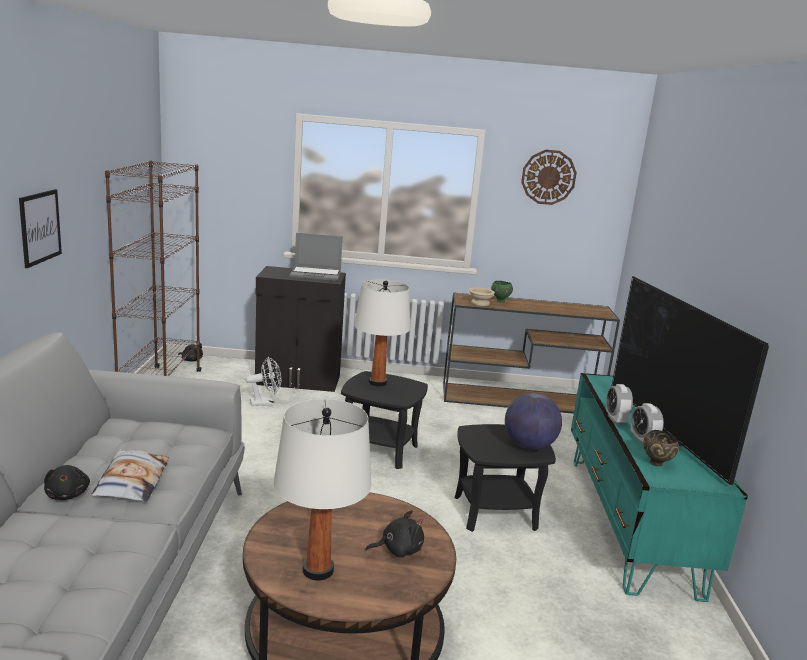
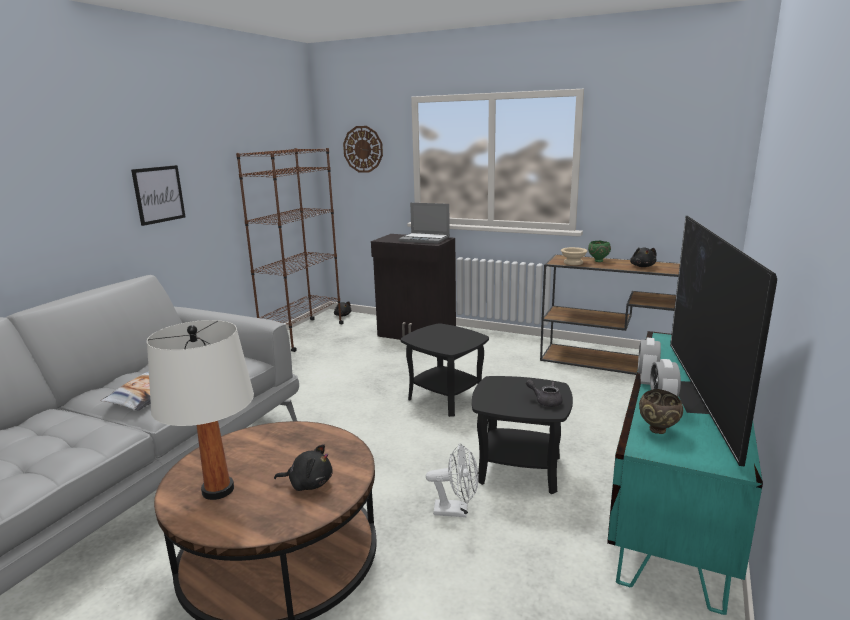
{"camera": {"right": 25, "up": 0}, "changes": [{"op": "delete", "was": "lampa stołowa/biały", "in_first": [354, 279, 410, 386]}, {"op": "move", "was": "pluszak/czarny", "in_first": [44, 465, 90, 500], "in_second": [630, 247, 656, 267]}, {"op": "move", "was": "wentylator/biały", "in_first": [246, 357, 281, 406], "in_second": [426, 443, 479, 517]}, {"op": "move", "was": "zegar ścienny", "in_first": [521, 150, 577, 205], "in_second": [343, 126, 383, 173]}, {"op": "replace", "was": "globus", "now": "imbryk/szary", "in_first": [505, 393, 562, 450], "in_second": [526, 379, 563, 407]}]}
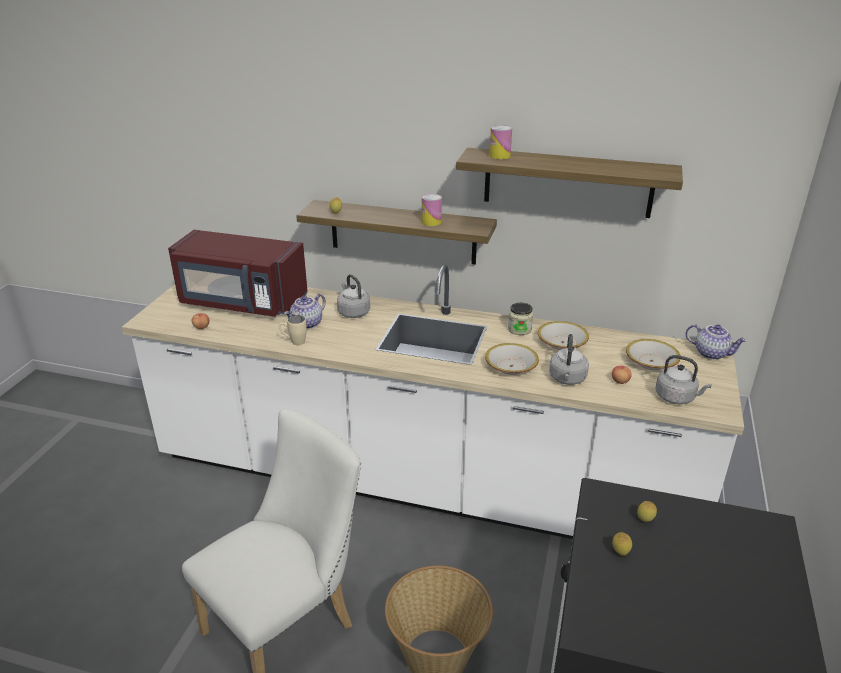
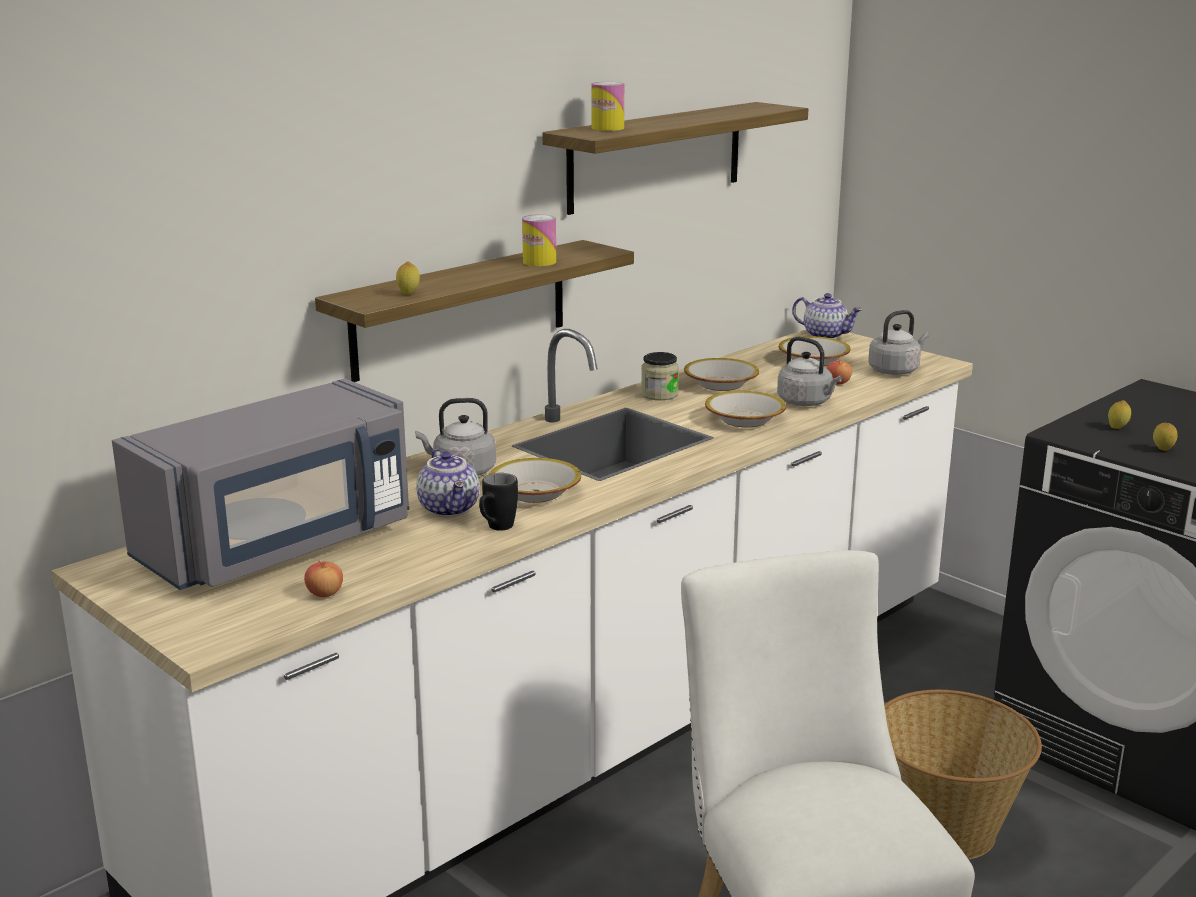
{"camera": {"right": -60, "up": -10}, "changes": [{"op": "insert", "now": "miska", "in_second": [490, 458, 581, 503]}, {"op": "recolor", "was": "mikrofalówka/czerwony", "now": "mikrofalówka/szary", "in_first": [168, 230, 308, 317], "in_second": [112, 379, 409, 590]}, {"op": "recolor", "was": "kubek/beżowy", "now": "kubek/czarny", "in_first": [279, 315, 307, 345], "in_second": [479, 473, 518, 531]}, {"op": "rotate", "was": "imbryk", "in_first": [686, 324, 747, 360], "in_second": [792, 293, 862, 339], "clockwise": 60}]}
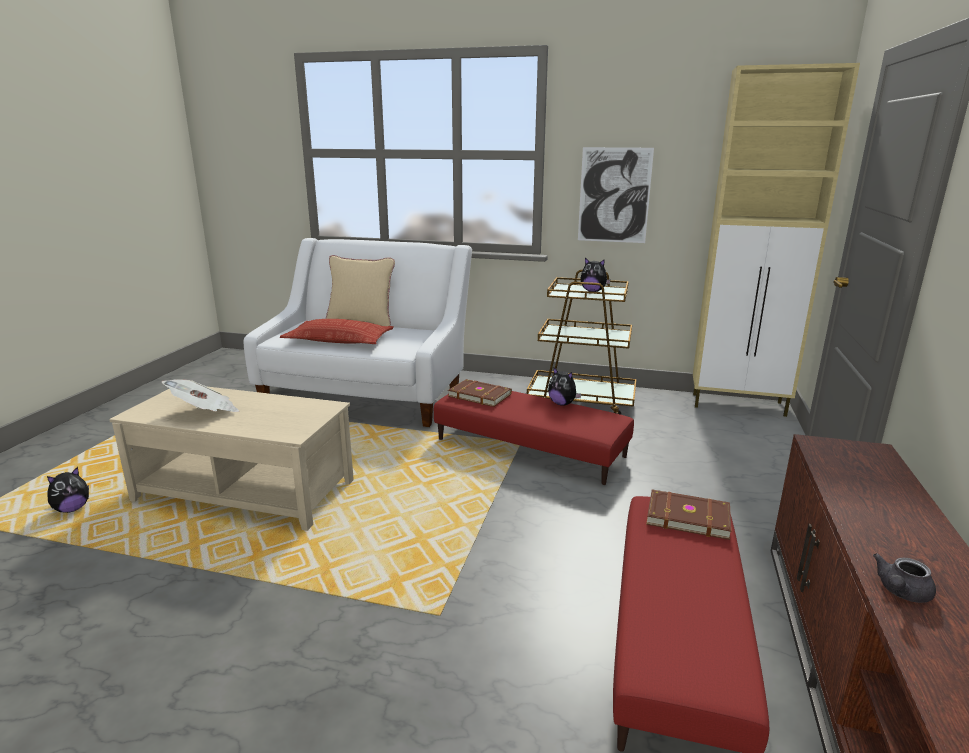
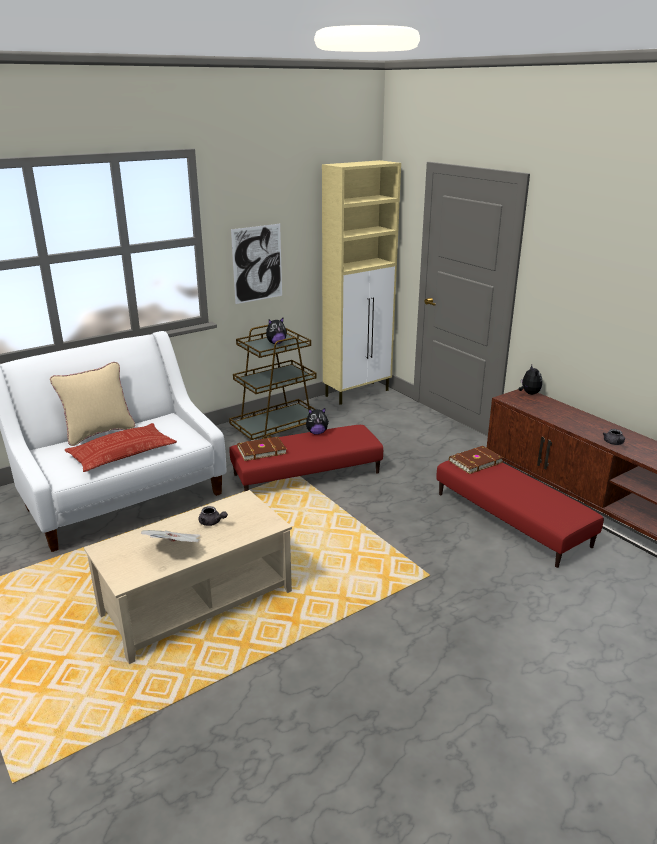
{"camera": {"right": -50, "up": 5}, "changes": [{"op": "insert", "now": "imbryk/szary", "in_second": [198, 506, 228, 526]}, {"op": "move", "was": "pluszak", "in_first": [47, 467, 89, 513], "in_second": [519, 365, 542, 395]}]}
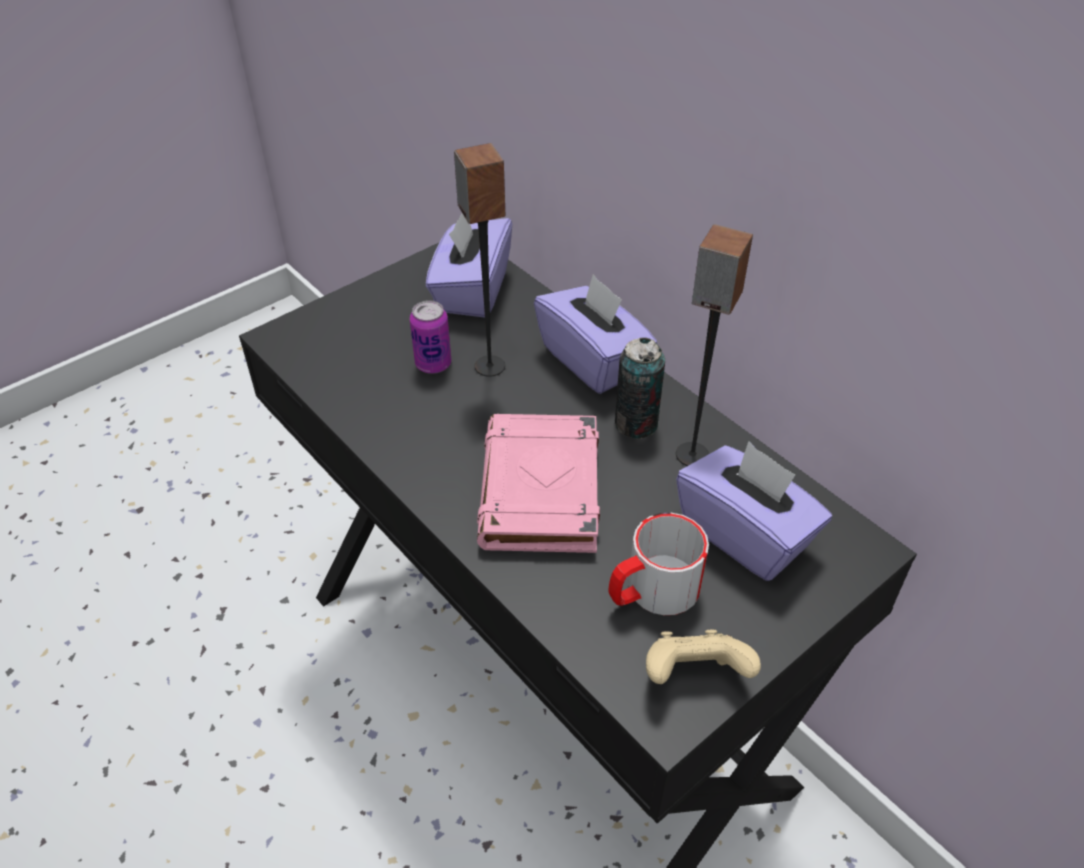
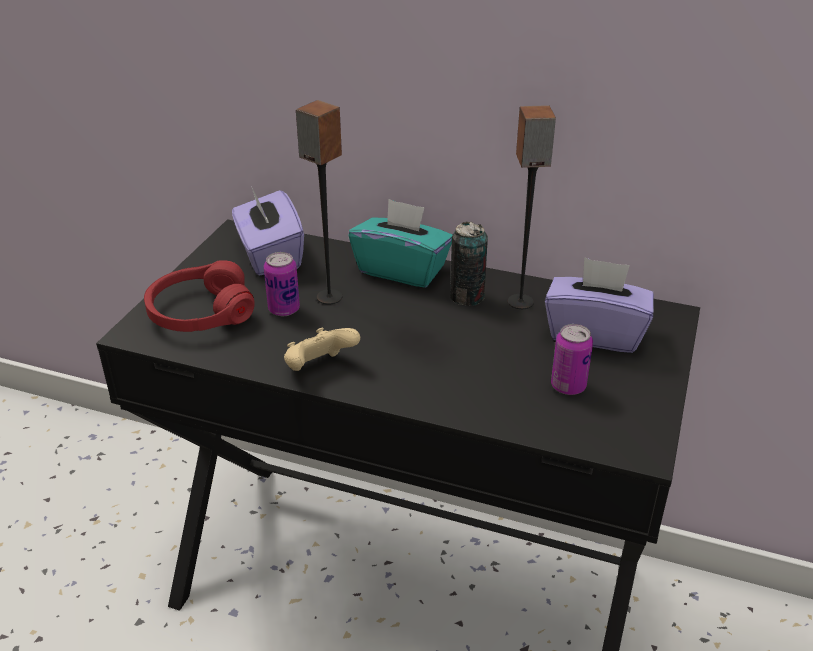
{"camera": {"right": -30, "up": -10}, "changes": [{"op": "delete", "was": "książka/różowy", "in_first": [477, 414, 600, 553]}, {"op": "insert", "now": "słuchawki/czerwony", "in_second": [144, 260, 255, 332]}, {"op": "move", "was": "pad do gier/beżowy", "in_first": [646, 629, 761, 684], "in_second": [284, 328, 360, 371]}, {"op": "replace", "was": "kubek", "now": "puszka", "in_first": [609, 513, 709, 615], "in_second": [551, 324, 593, 395]}, {"op": "recolor", "was": "pudełko chusteczek/fioletowy", "now": "pudełko chusteczek/turkusowy", "in_first": [534, 274, 658, 394], "in_second": [349, 199, 452, 288]}]}
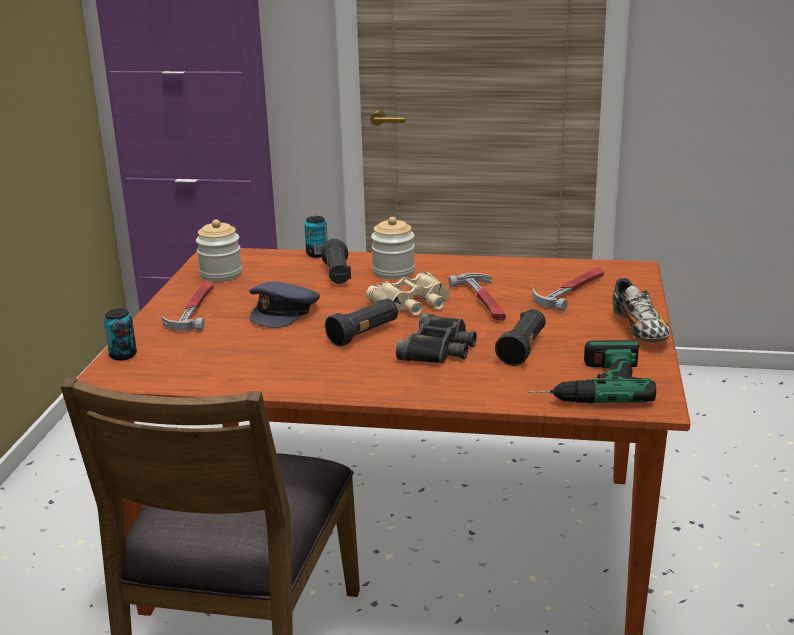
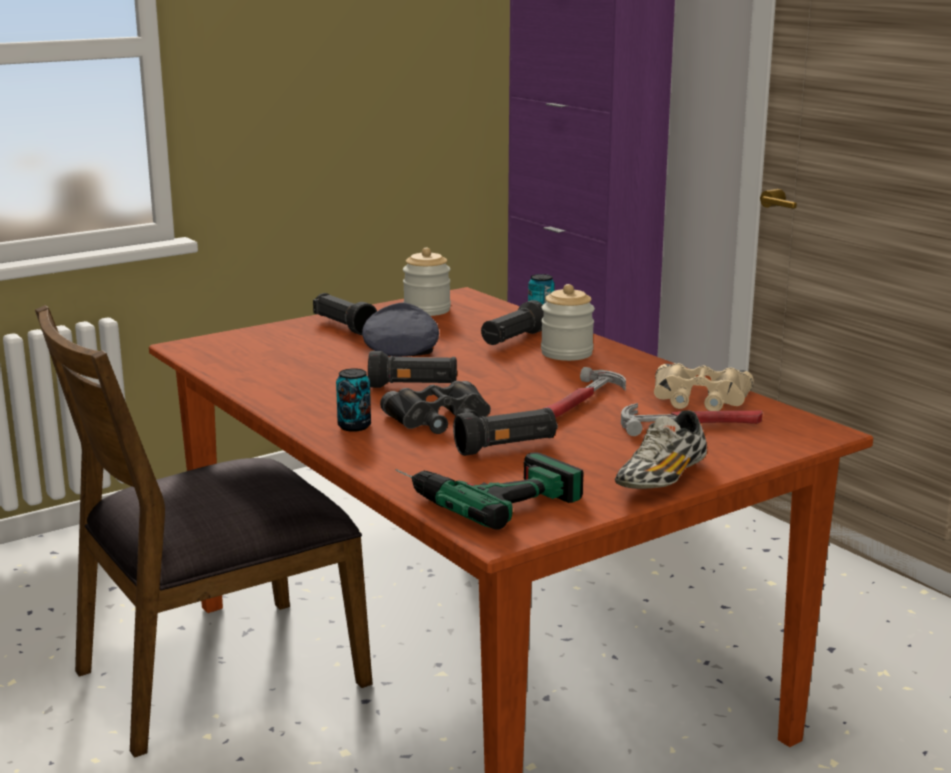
{"camera": {"right": 45, "up": -5}, "changes": [{"op": "move", "was": "puszka", "in_first": [104, 309, 137, 361], "in_second": [336, 368, 371, 432]}, {"op": "move", "was": "lornetka/beżowy", "in_first": [366, 272, 450, 316], "in_second": [654, 363, 754, 411]}, {"op": "replace", "was": "młotek", "now": "latarka/czarny", "in_first": [162, 281, 214, 331], "in_second": [313, 293, 377, 335]}, {"op": "rotate", "was": "czapka z daszkiem/szary", "in_first": [249, 281, 320, 328], "in_second": [362, 302, 439, 357], "clockwise": 105}]}
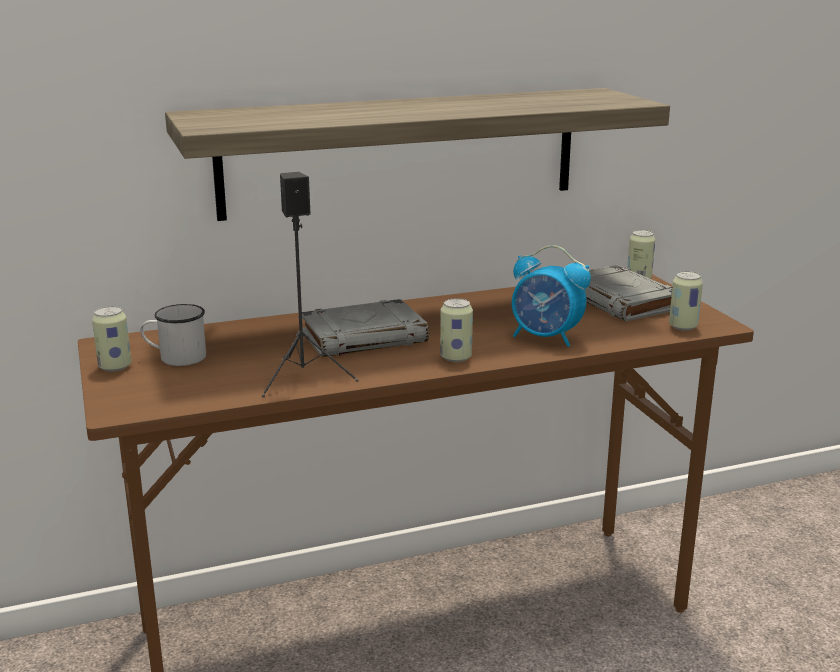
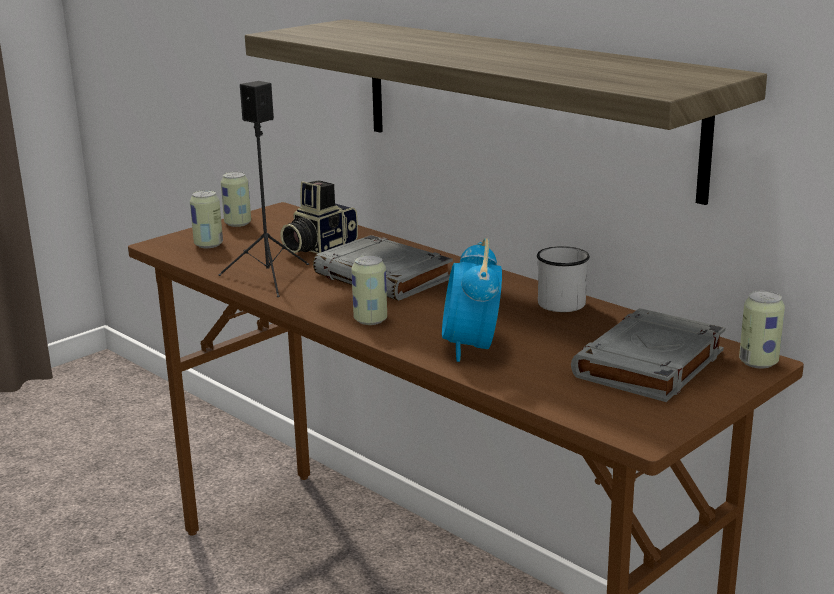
{"camera": {"right": 65, "up": 0}, "changes": [{"op": "insert", "now": "aparat fotograficzny", "in_second": [280, 180, 358, 254]}, {"op": "move", "was": "kubek/biały", "in_first": [140, 304, 206, 366], "in_second": [537, 246, 590, 312]}, {"op": "move", "was": "puszka", "in_first": [669, 271, 703, 331], "in_second": [190, 190, 223, 248]}]}
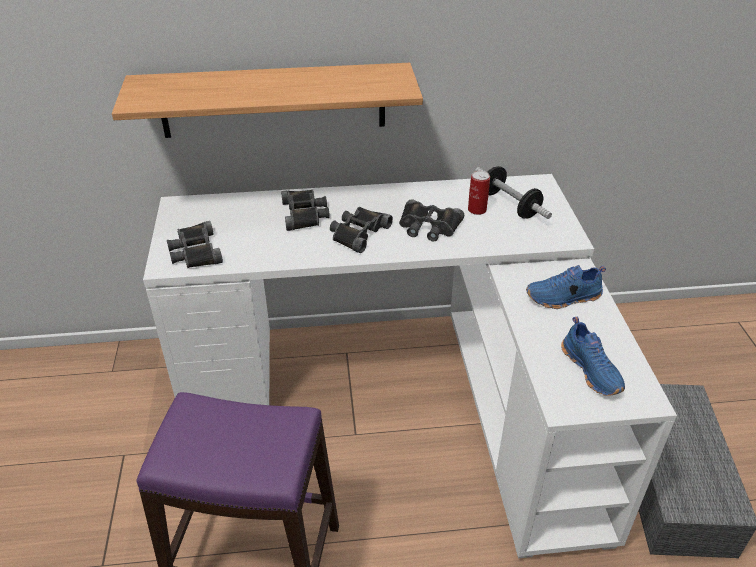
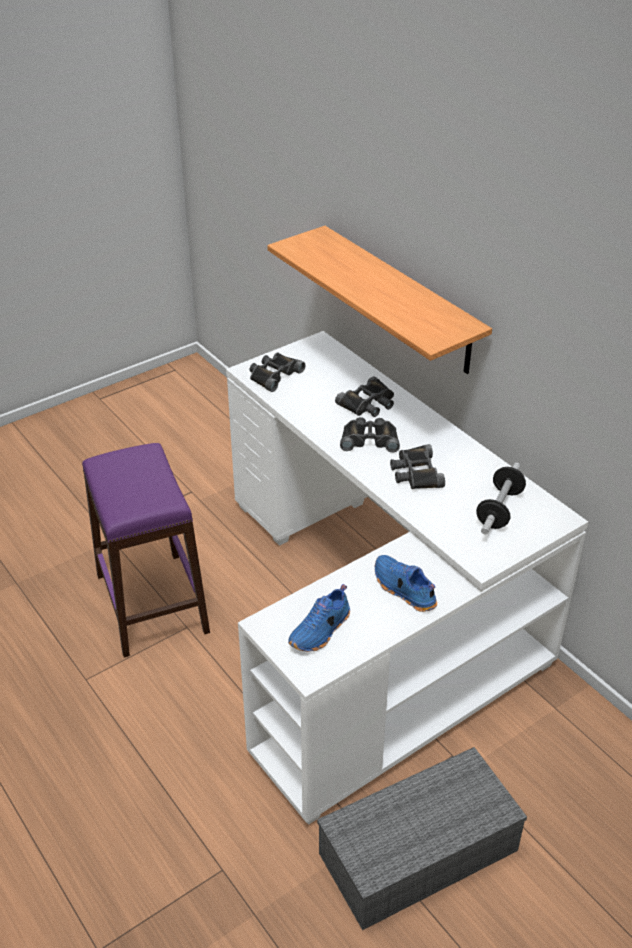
{"camera": {"right": 60, "up": 0}, "changes": [{"op": "delete", "was": "puszka", "in_first": [468, 171, 490, 215]}]}
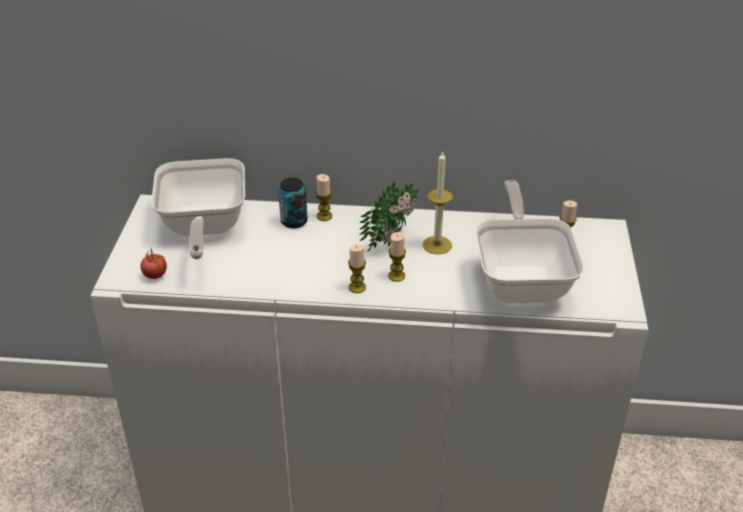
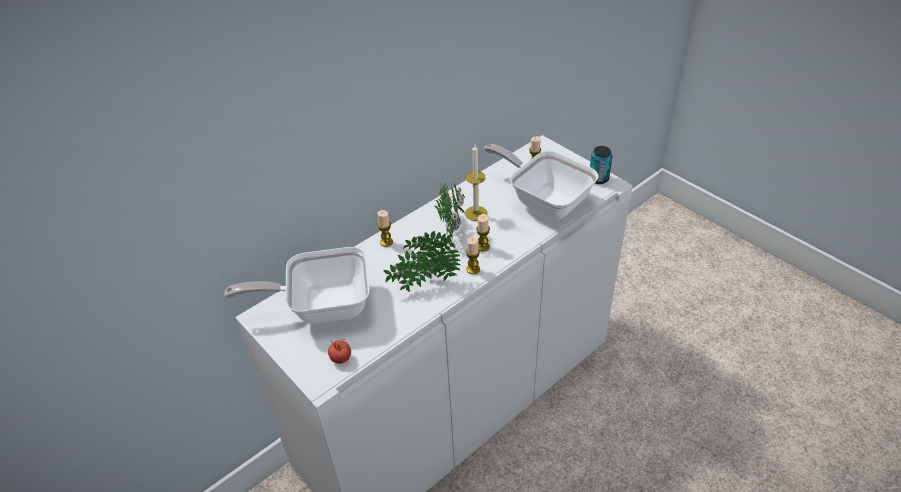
{"camera": {"right": -45, "up": 5}, "changes": [{"op": "insert", "now": "roślina doniczkowa", "in_second": [383, 231, 460, 292]}, {"op": "move", "was": "puszka", "in_first": [278, 178, 308, 229], "in_second": [590, 146, 613, 184]}, {"op": "rotate", "was": "patelnia", "in_first": [151, 158, 245, 260], "in_second": [224, 247, 370, 324], "clockwise": 135}]}
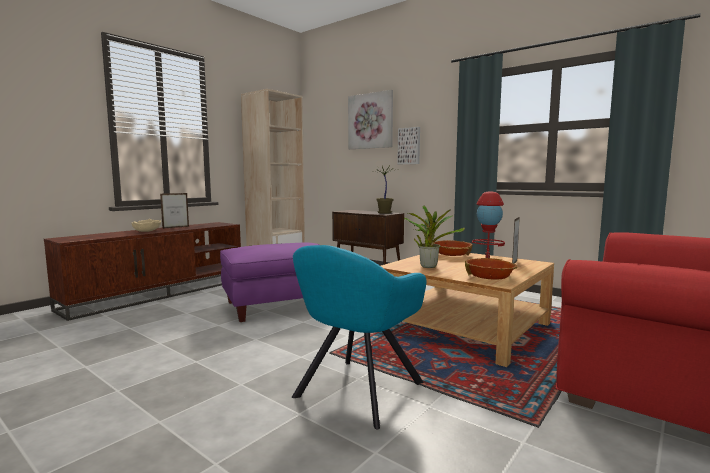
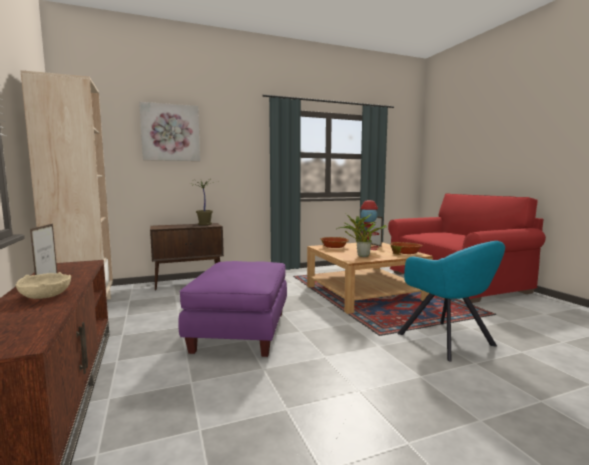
{"camera": {"right": -60, "up": 0}, "changes": [{"op": "delete", "was": "obraz", "in_first": [397, 127, 420, 164]}]}
